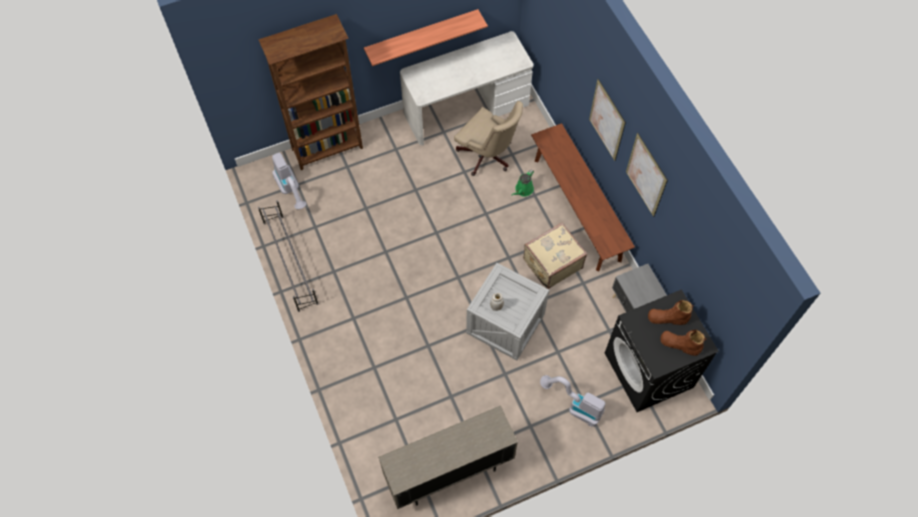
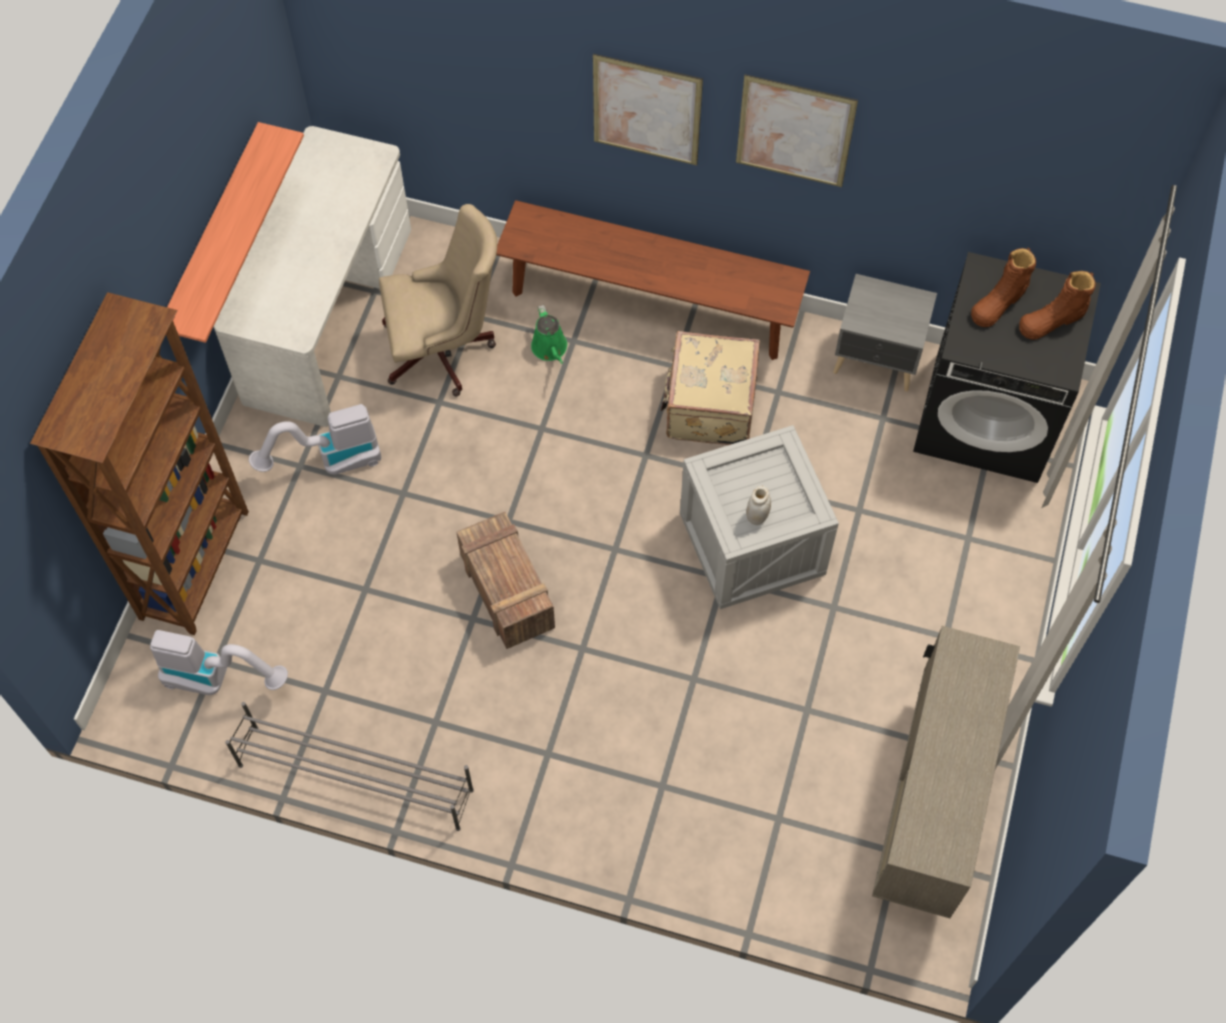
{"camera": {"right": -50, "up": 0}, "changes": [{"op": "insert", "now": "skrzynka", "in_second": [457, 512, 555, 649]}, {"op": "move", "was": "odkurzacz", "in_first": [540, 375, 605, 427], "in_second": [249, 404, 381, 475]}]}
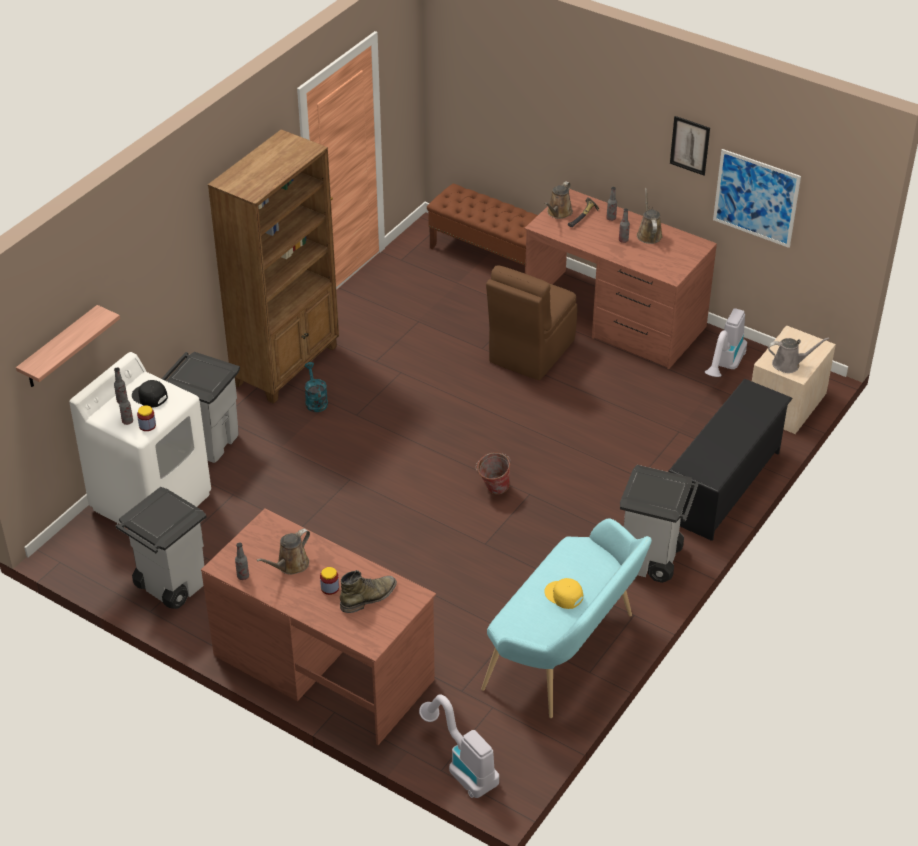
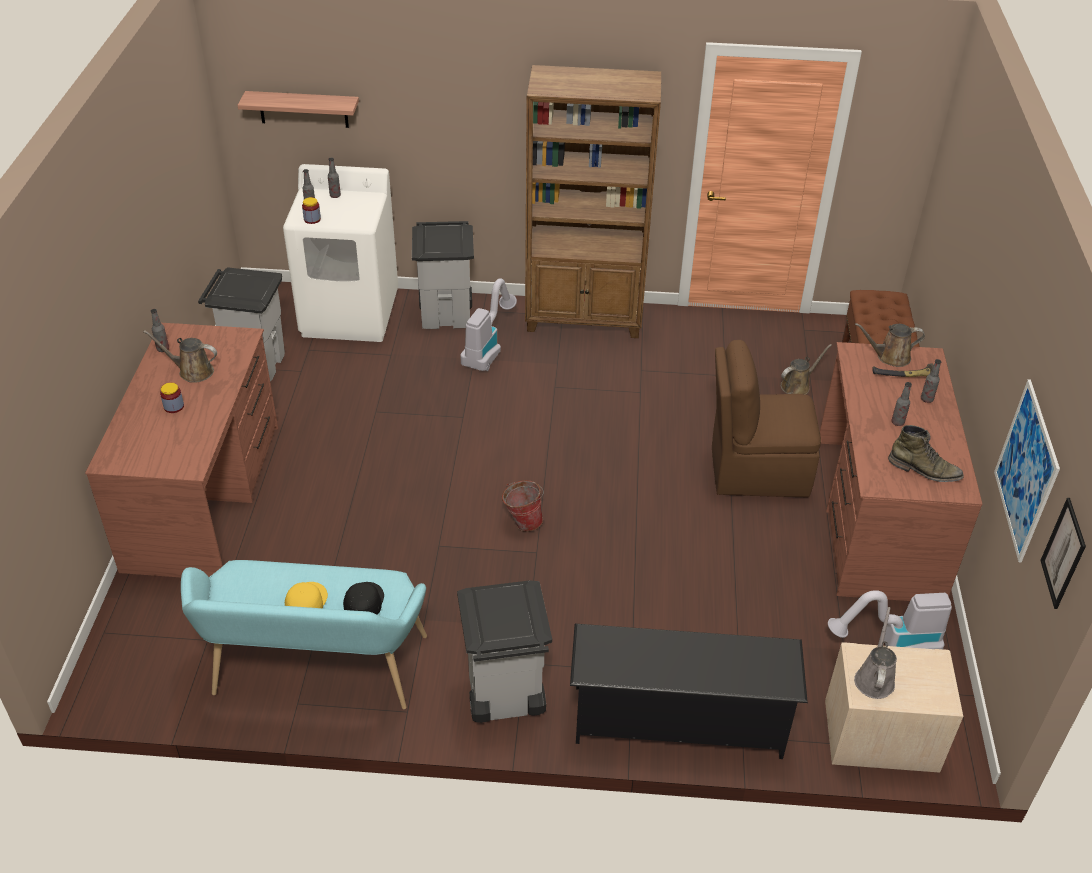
{"camera": {"right": 60, "up": 0}, "changes": [{"op": "delete", "was": "konewka/turkusowy", "in_first": [304, 362, 328, 412]}, {"op": "move", "was": "czapka z daszkiem/czarny", "in_first": [132, 380, 168, 408], "in_second": [343, 582, 384, 615]}, {"op": "move", "was": "but z cholewką/zielony", "in_first": [340, 570, 397, 613], "in_second": [888, 425, 964, 482]}, {"op": "move", "was": "odkurzacz", "in_first": [419, 694, 499, 798], "in_second": [460, 278, 517, 371]}, {"op": "move", "was": "konewka/brązowy", "in_first": [637, 188, 662, 244], "in_second": [781, 344, 832, 395]}, {"op": "move", "was": "obraz", "in_first": [670, 116, 710, 176], "in_second": [1040, 498, 1086, 609]}, {"op": "rotate", "was": "konewka/szary", "in_first": [768, 337, 829, 373], "in_second": [854, 607, 897, 699], "clockwise": -135}]}
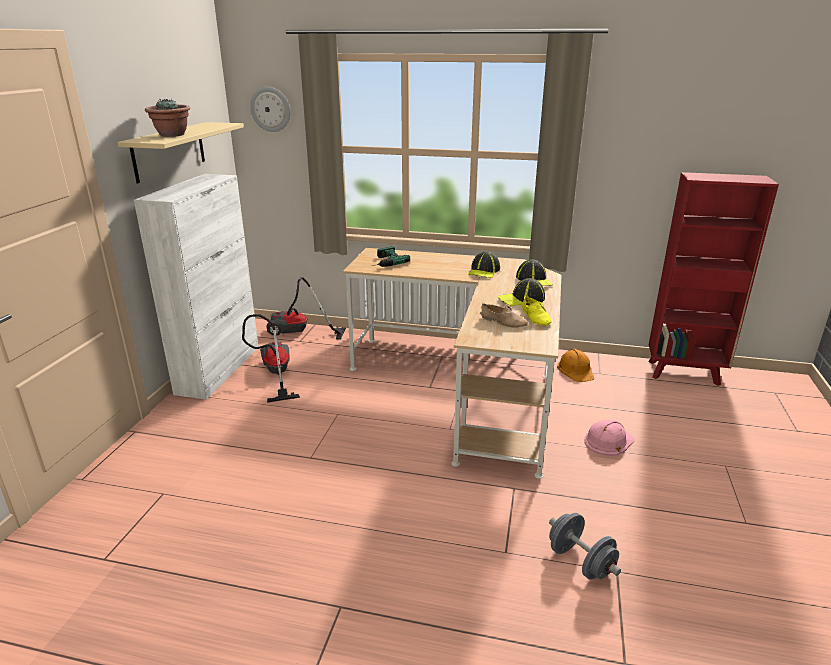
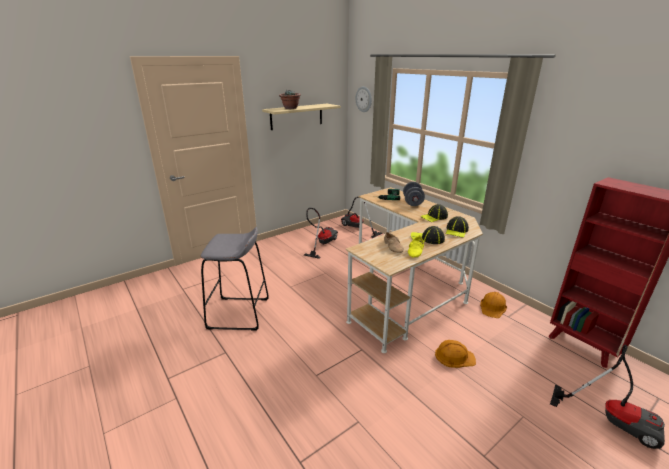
{"camera": {"right": 40, "up": 0}, "changes": [{"op": "delete", "was": "szafka/biały", "in_first": [134, 174, 259, 400]}, {"op": "insert", "now": "stołek/szary", "in_second": [200, 227, 268, 331]}, {"op": "insert", "now": "odkurzacz", "in_second": [550, 345, 665, 449]}, {"op": "move", "was": "hantel/szary", "in_first": [549, 513, 621, 580], "in_second": [403, 182, 425, 206]}, {"op": "recolor", "was": "kask/różowy", "now": "kask/pomarańczowy", "in_first": [584, 420, 635, 456], "in_second": [435, 340, 476, 368]}]}
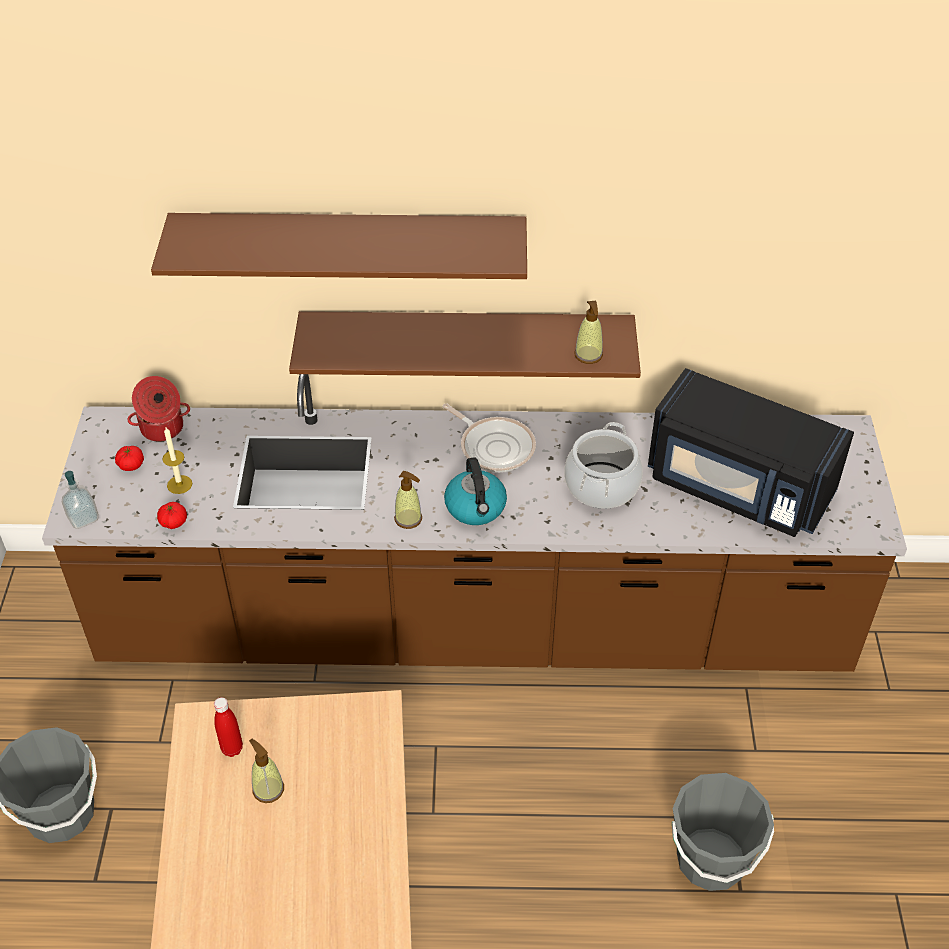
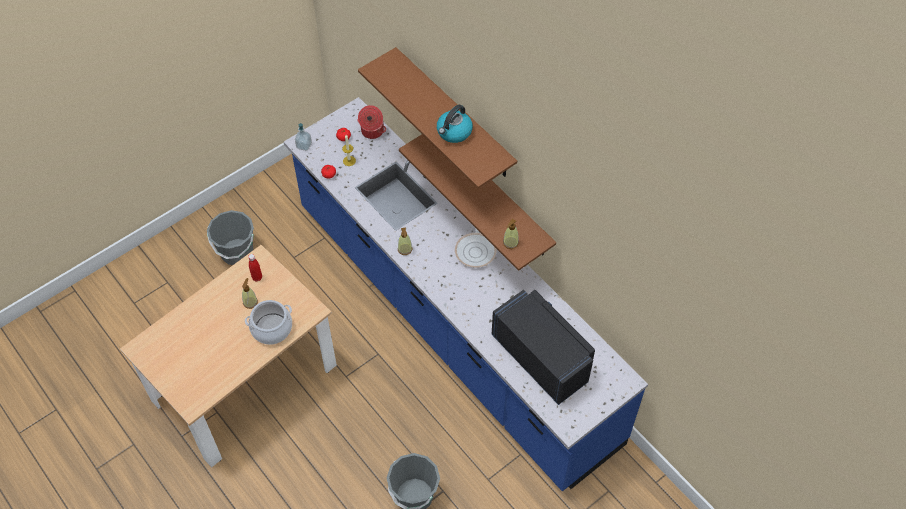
{"camera": {"right": 50, "up": 10}, "changes": [{"op": "move", "was": "czajnik", "in_first": [444, 457, 507, 525], "in_second": [437, 104, 473, 143]}, {"op": "move", "was": "garnek", "in_first": [565, 422, 643, 509], "in_second": [245, 300, 292, 345]}, {"op": "recolor", "was": "zabudowa kuchenna/brązowy", "now": "zabudowa kuchenna/niebieski", "in_first": [42, 374, 907, 672], "in_second": [284, 97, 648, 491]}, {"op": "rotate", "was": "mikrofalówka/czarny", "in_first": [648, 368, 854, 537], "in_second": [492, 290, 595, 405], "clockwise": 150}]}
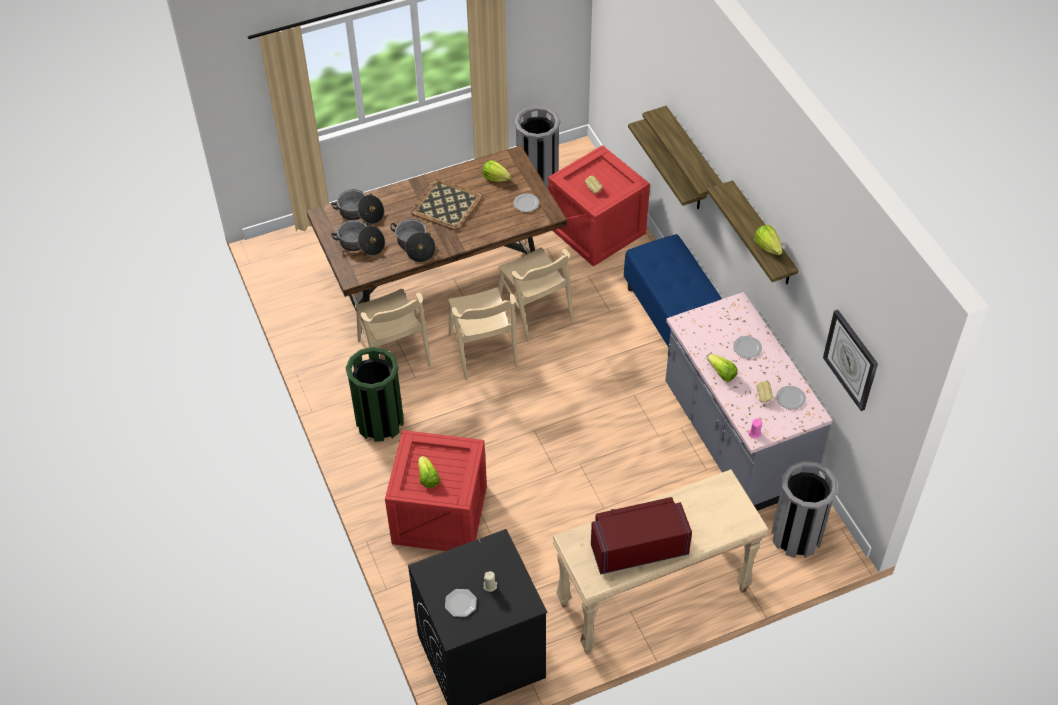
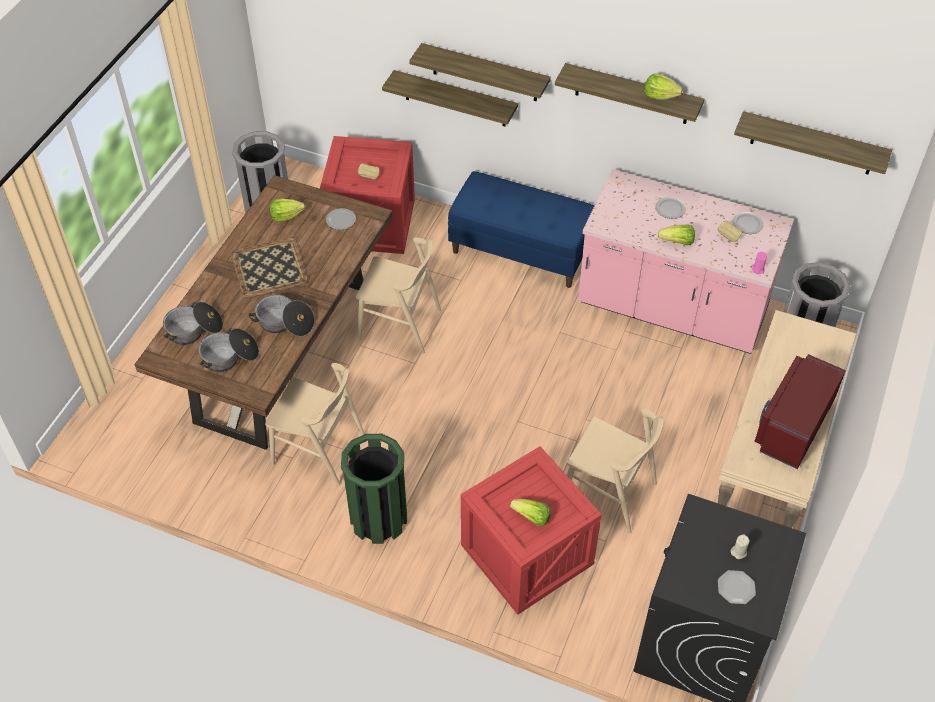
{"camera": {"right": -45, "up": 0}, "changes": [{"op": "move", "was": "krzesło/beżowy", "in_first": [448, 287, 518, 381], "in_second": [567, 409, 664, 533]}, {"op": "replace", "was": "zegar ścienny", "now": "półka", "in_first": [823, 310, 878, 411], "in_second": [734, 111, 892, 174]}, {"op": "recolor", "was": "zabudowa kuchenna/szary", "now": "zabudowa kuchenna/różowy", "in_first": [665, 292, 832, 511], "in_second": [578, 169, 794, 354]}]}
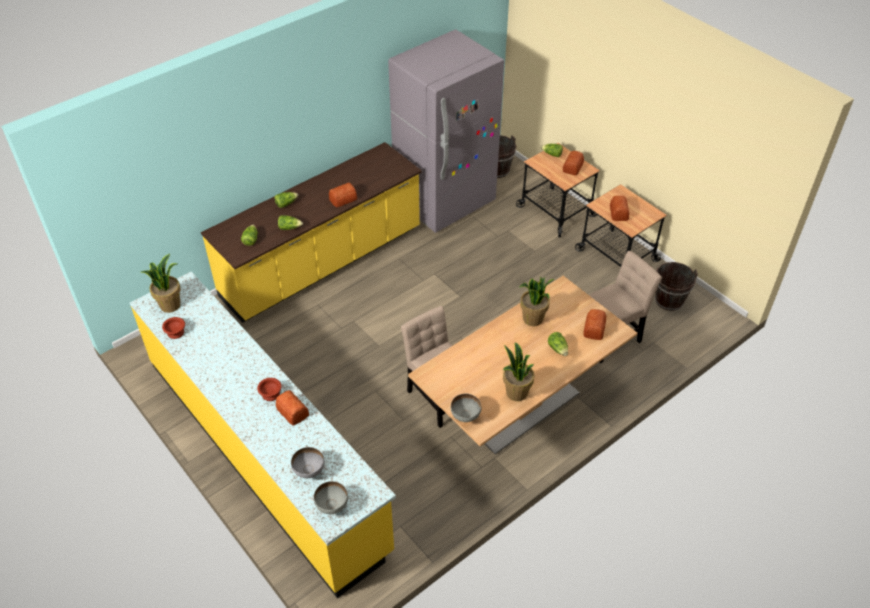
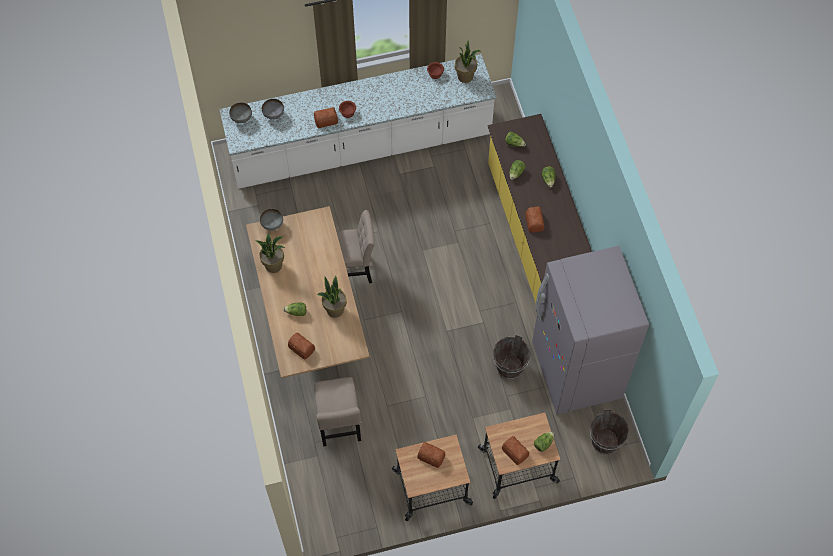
{"camera": {"right": 115, "up": 15}, "changes": [{"op": "move", "was": "wiadro/brązowy", "in_first": [655, 262, 698, 311], "in_second": [493, 335, 530, 379]}, {"op": "recolor", "was": "zabudowa kuchenna/żółty", "now": "zabudowa kuchenna/biały", "in_first": [130, 271, 396, 598], "in_second": [219, 54, 497, 189]}]}
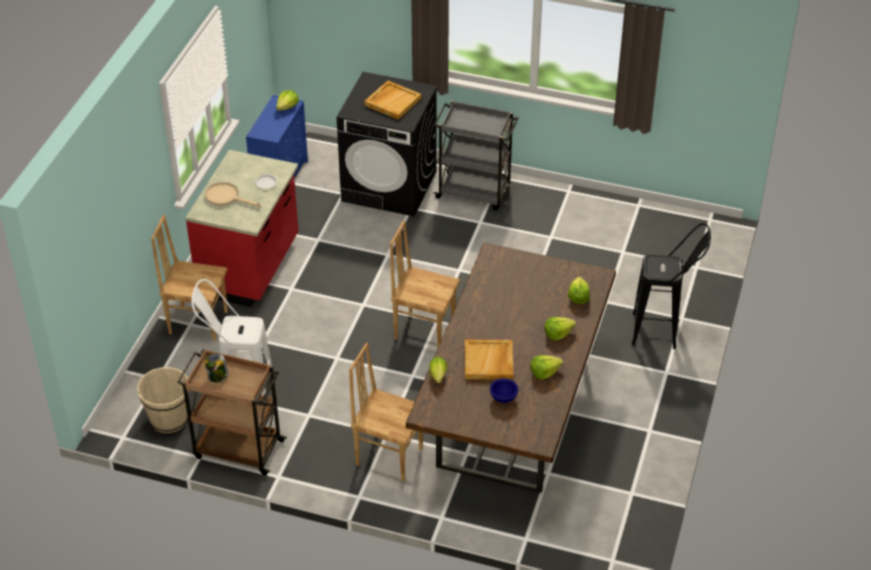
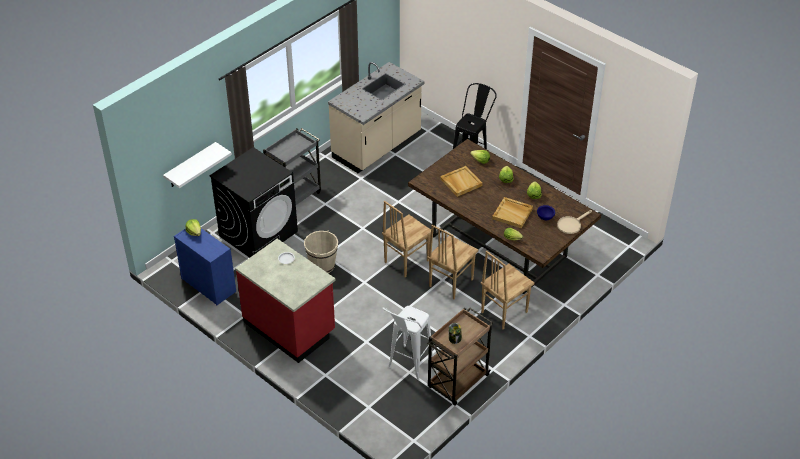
{"camera": {"right": -65, "up": 0}, "changes": [{"op": "insert", "now": "półka/biały", "in_second": [163, 142, 232, 188]}, {"op": "insert", "now": "zabudowa kuchenna/beżowy", "in_second": [328, 62, 424, 173]}, {"op": "move", "was": "wiadro/beżowy", "in_first": [137, 367, 189, 433], "in_second": [304, 230, 338, 273]}, {"op": "move", "was": "krzesło/brązowy", "in_first": [151, 215, 228, 341], "in_second": [427, 225, 479, 300]}, {"op": "move", "was": "patelnia/beżowy", "in_first": [205, 182, 261, 207], "in_second": [557, 210, 592, 234]}, {"op": "move", "was": "taca/beżowy", "in_first": [364, 81, 421, 120], "in_second": [440, 166, 483, 197]}]}
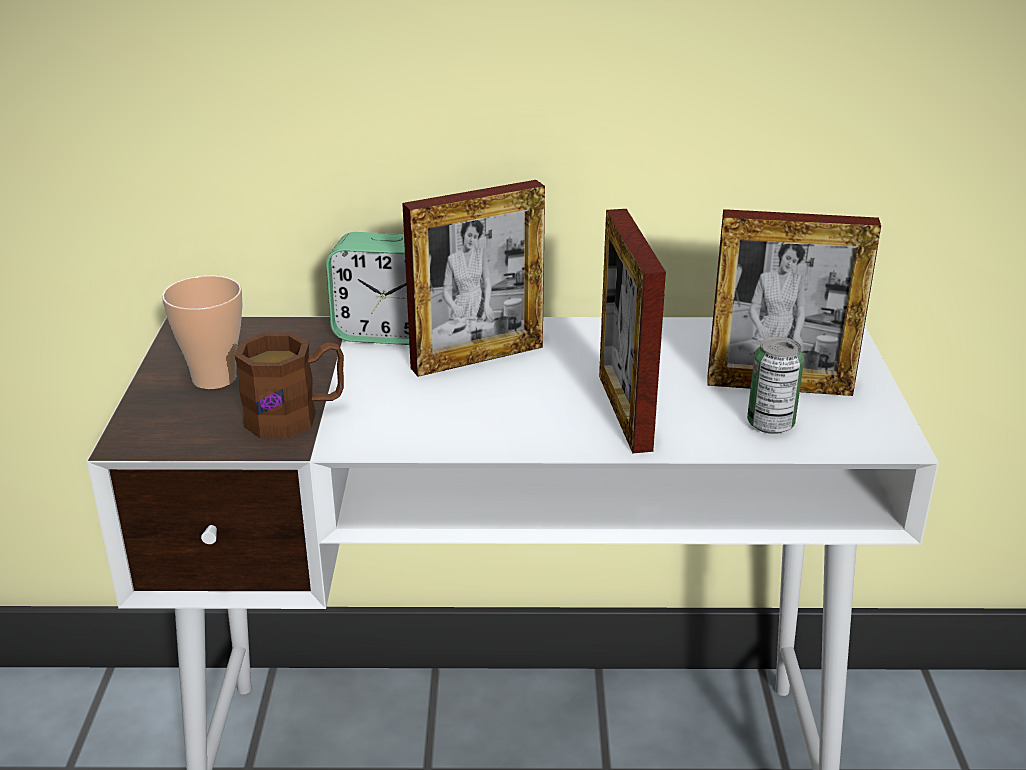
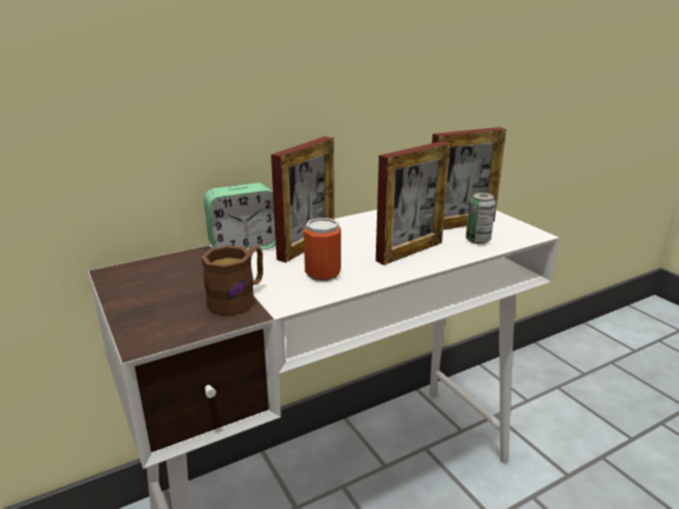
{"camera": {"right": -30, "up": -5}, "changes": [{"op": "delete", "was": "filiżanka", "in_first": [162, 276, 242, 389]}, {"op": "insert", "now": "puszka", "in_second": [304, 218, 341, 281]}, {"op": "rotate", "was": "ramka na zdjęcie", "in_first": [599, 209, 666, 453], "in_second": [376, 141, 451, 265], "clockwise": -90}]}
